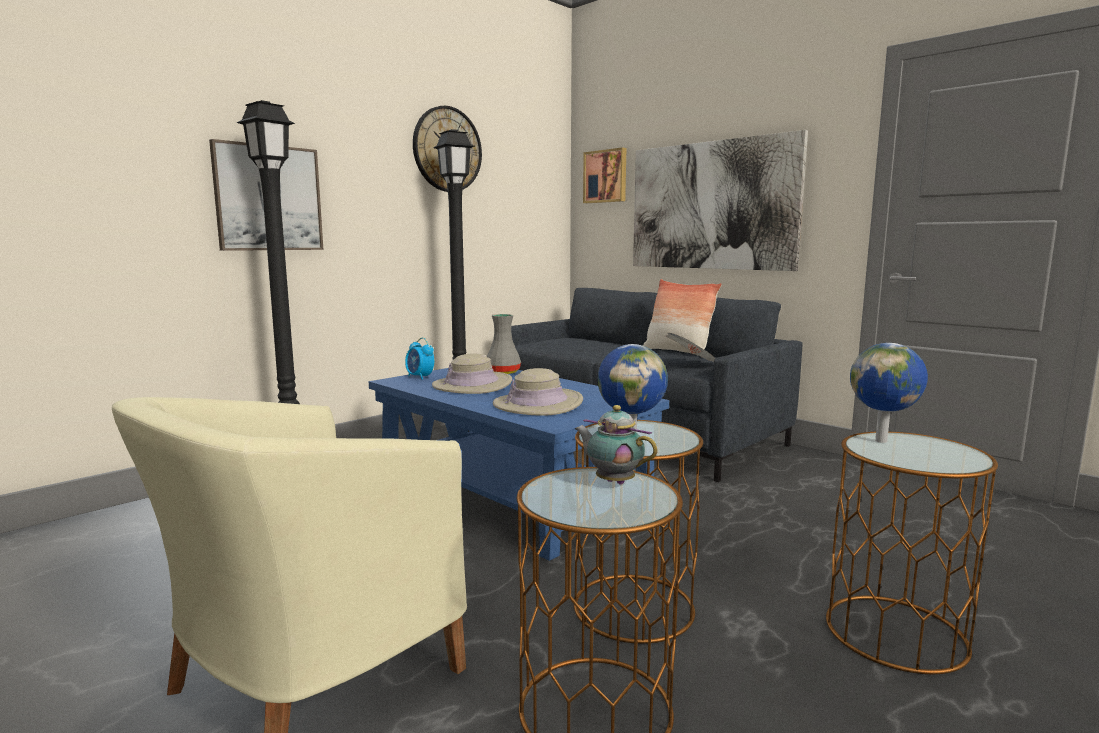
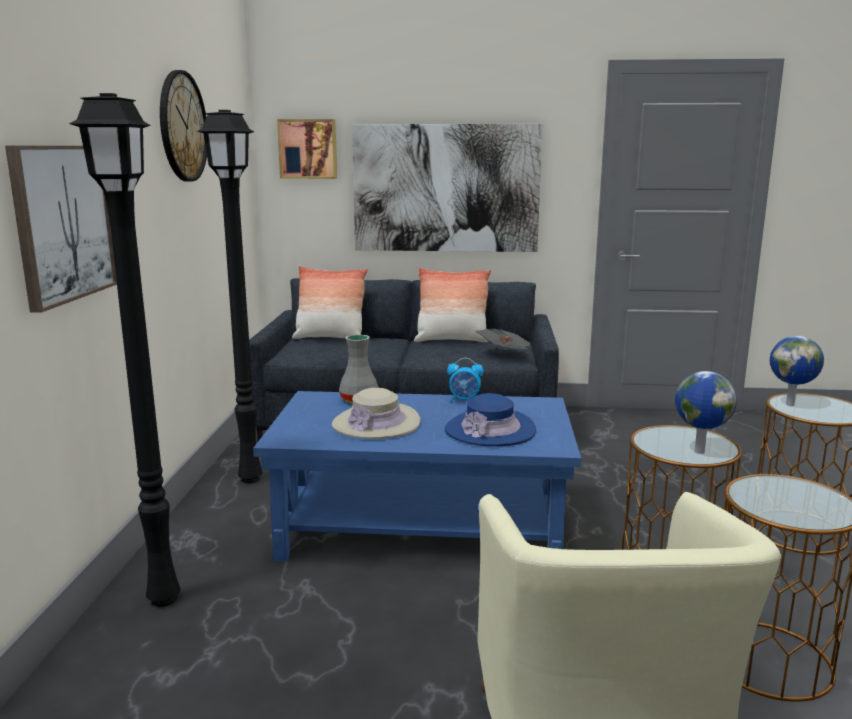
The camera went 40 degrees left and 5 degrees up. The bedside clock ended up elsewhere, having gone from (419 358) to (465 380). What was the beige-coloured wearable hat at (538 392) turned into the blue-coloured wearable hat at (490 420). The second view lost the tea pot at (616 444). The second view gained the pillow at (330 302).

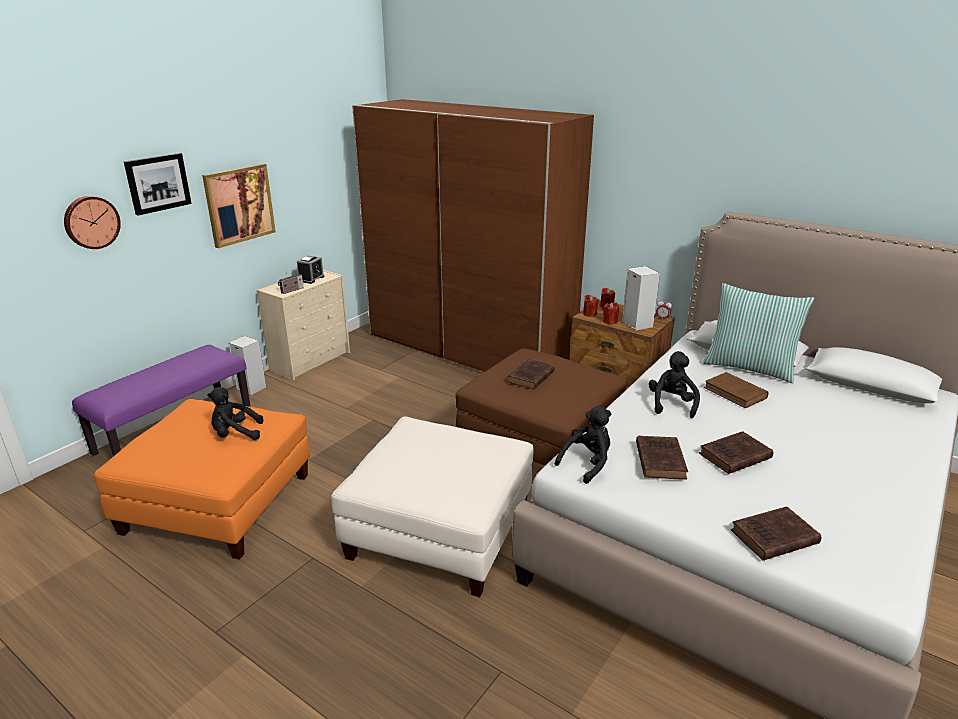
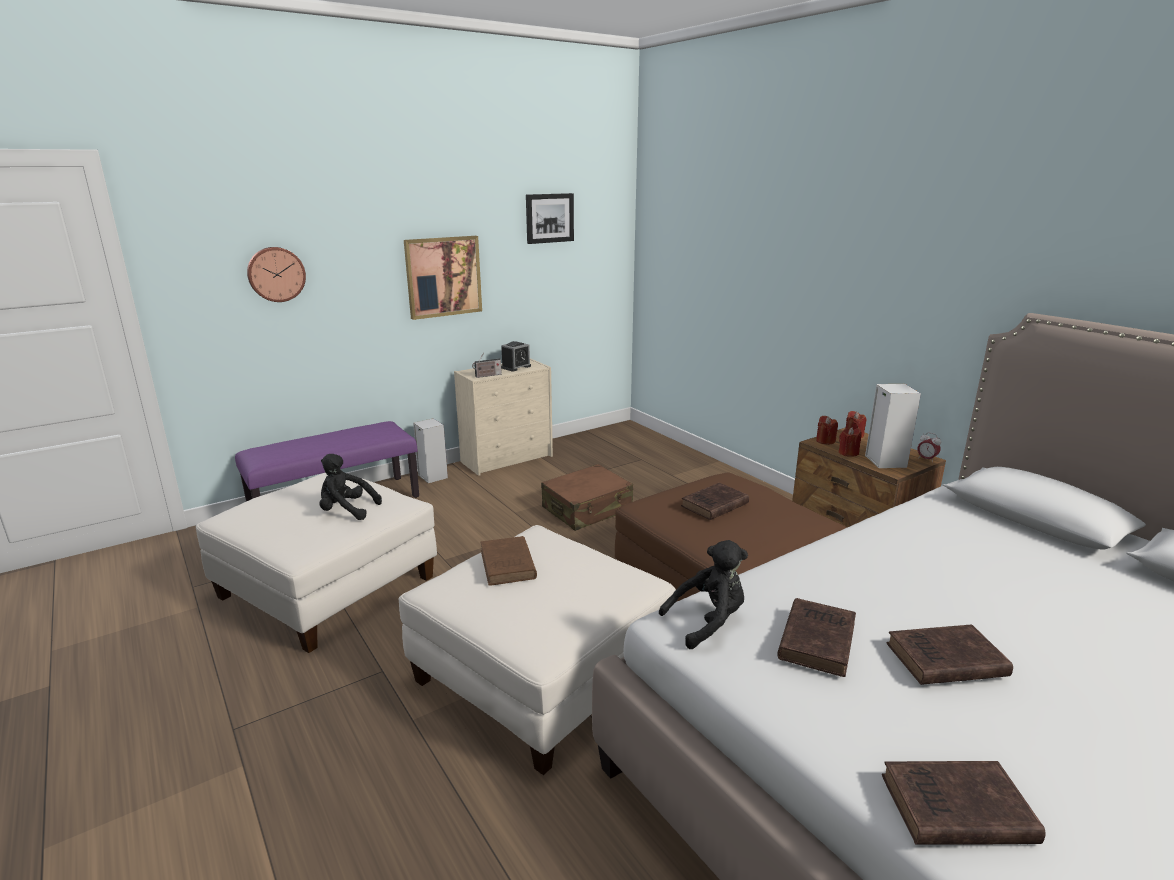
The camera went 20 degrees right and 5 degrees down. The second view lost the brown-coloured armoire at (473 235). The wall picture ended up elsewhere, having gone from (158 184) to (550 218). The second view lost the pillow at (759 333). The second view lost the black soft toy at (674 384). The brown-coloured bound book ended up elsewhere, having gone from (736 390) to (508 561). What was the orangey ottoman at (202 479) turned into the white-coloured ottoman at (316 563). The second view gained the brown-coloured suitcase at (587 497).

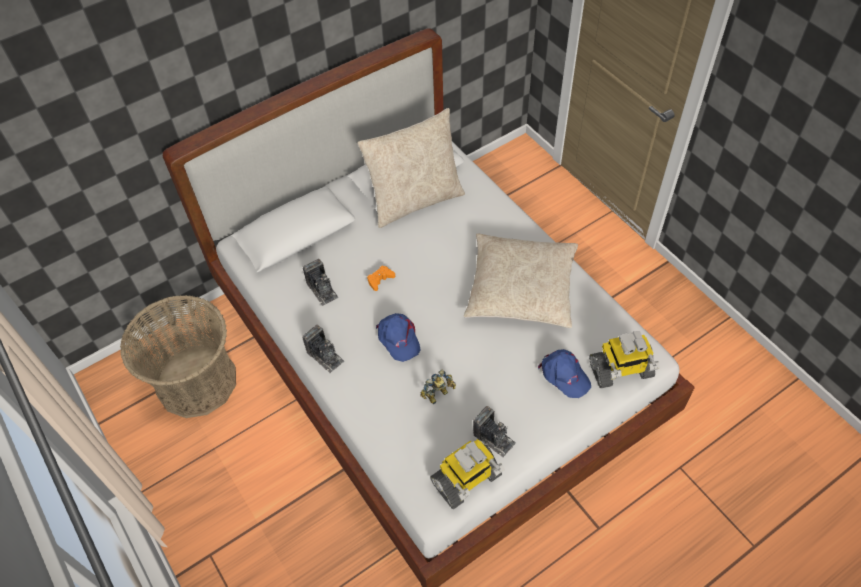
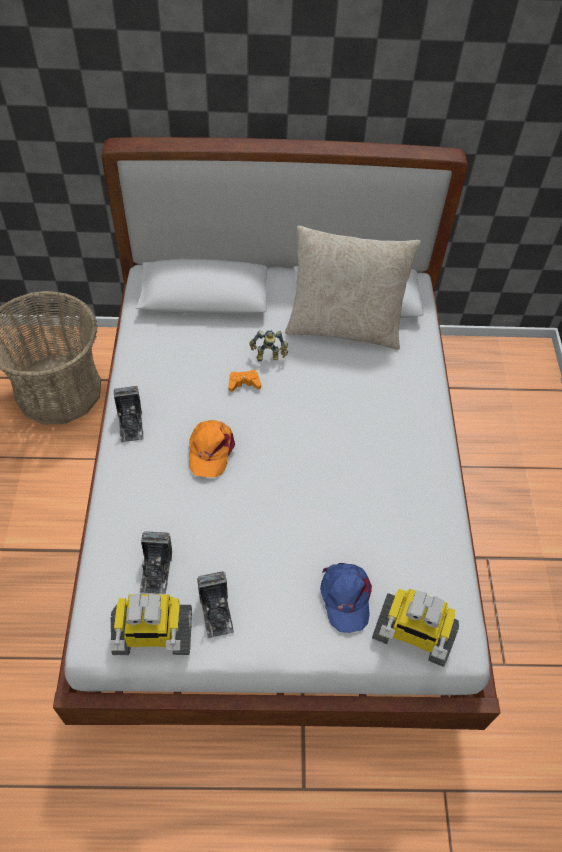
The camera went 30 degrees right and 0 degrees up. The second view lost the beige-coloured pillow at (521 280). The still camera ended up elsewhere, having gone from (320 282) to (156 562). What was the blue-coloured peaked cap at (398 337) turned into the orangey peaked cap at (212 448). The toy robot ended up elsewhere, having gone from (438 386) to (269 346).

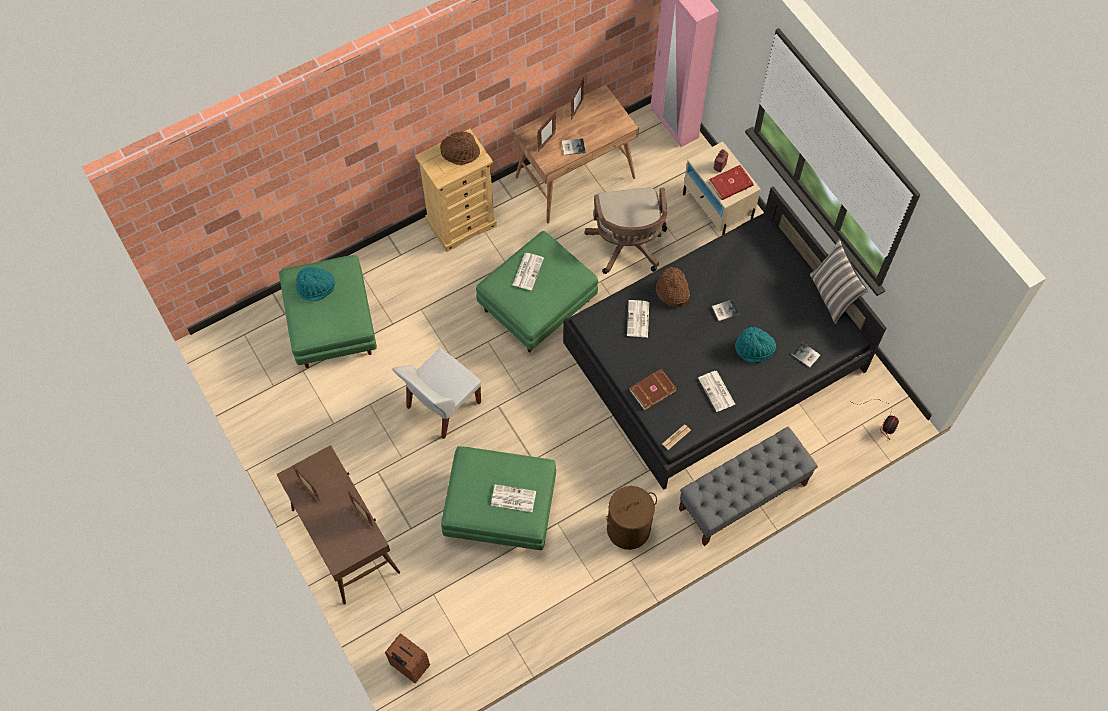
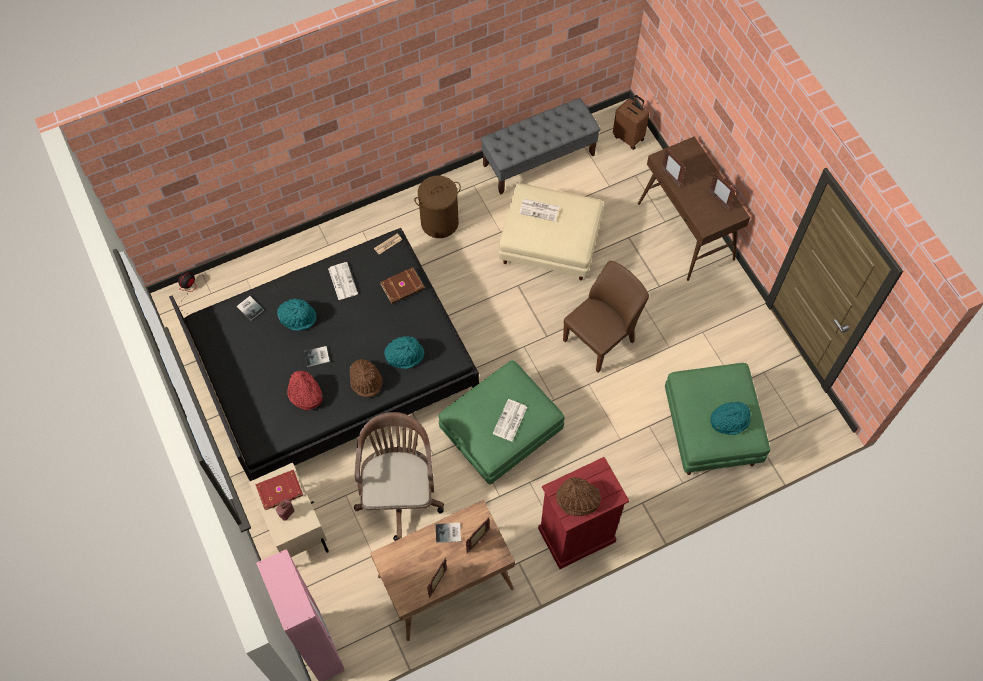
The camera went 175 degrees left and 0 degrees up. What was the beige-coloured chest of drawers at (456 190) turned into the reddish chest of drawers at (583 513). The second view lost the pillow at (839 281). Where the printed paper stood at (638 318), the blue-green wearable hat came to stand at (404 352). What was the white-coloured chair at (436 393) turned into the brown-coloured chair at (606 317). The gray bench ended up elsewhere, having gone from (748 486) to (540 146). What was the green ottoman at (498 498) turned into the beige-coloured ottoman at (551 231). The second view gained the reddish wearable hat at (305 390).

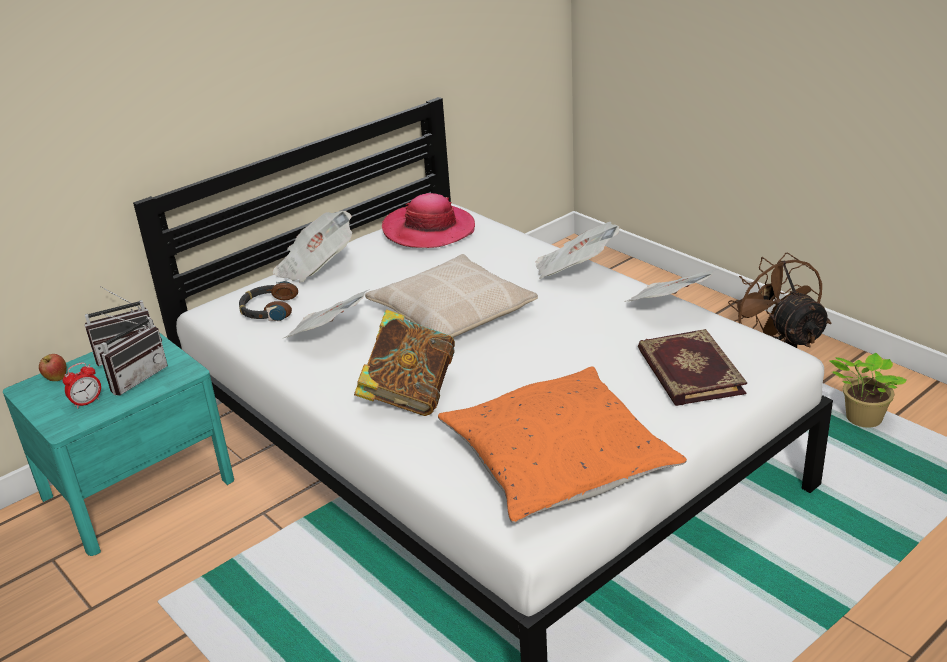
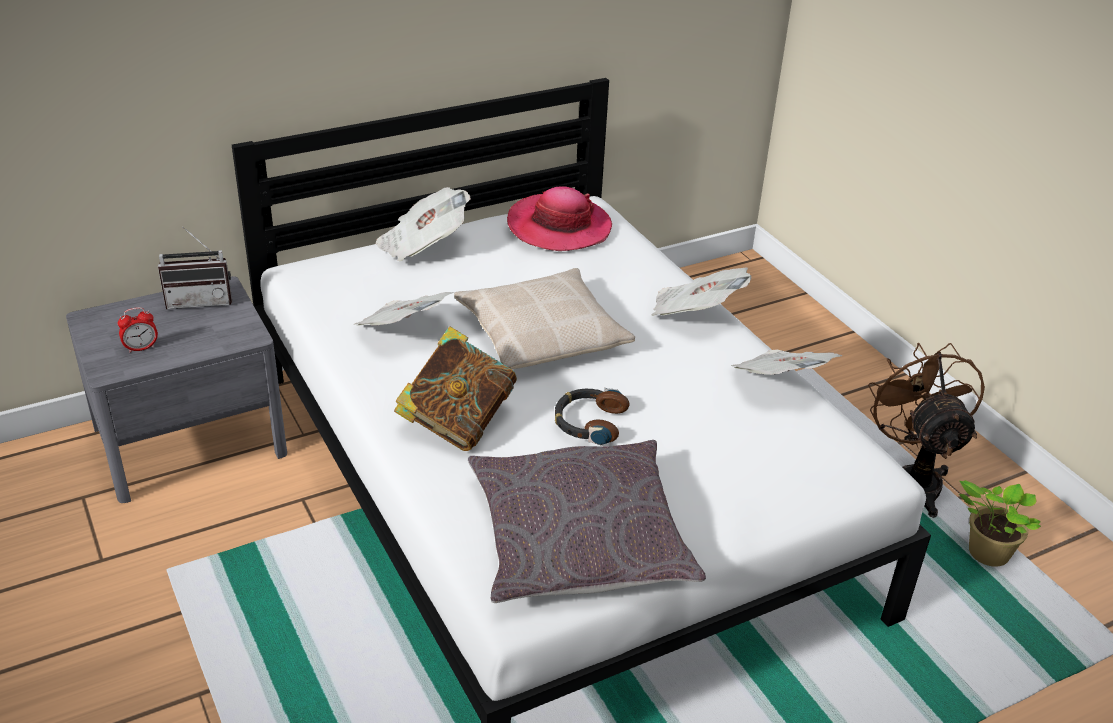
The camera went 10 degrees right and 5 degrees up. The headset ended up elsewhere, having gone from (268 301) to (592 416). The second view lost the radio at (133 354). The second view lost the bound book at (692 367). What was the blue-green nightstand at (118 444) turned into the gray nightstand at (176 389). The second view lost the apple fruit at (53 367). What was the orangey pillow at (562 444) turned into the gray pillow at (587 521).

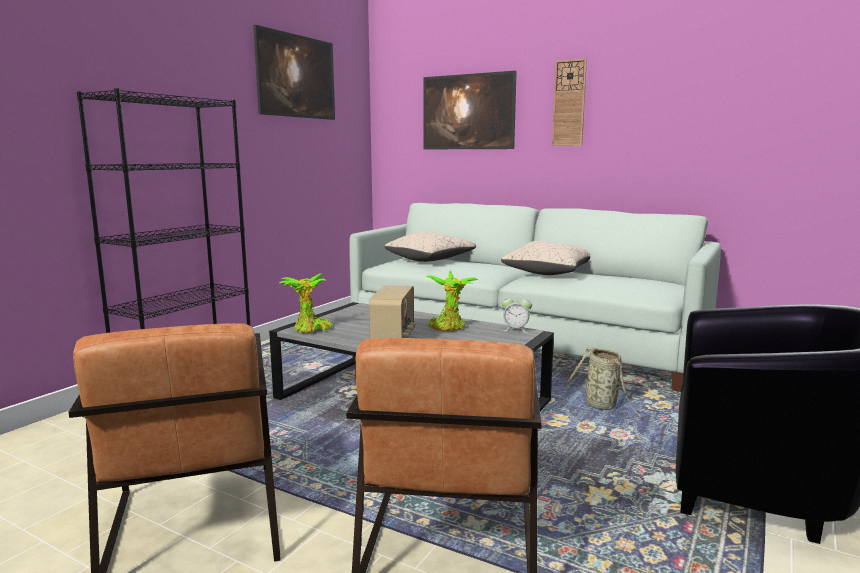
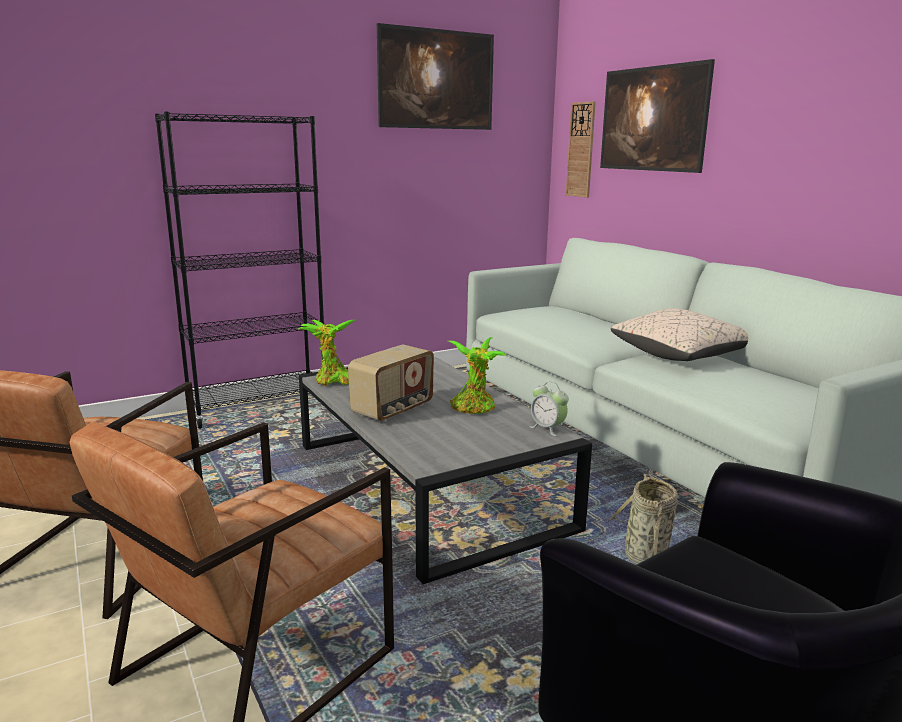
The camera went 30 degrees right and 5 degrees up. The wall clock ended up elsewhere, having gone from (569 102) to (581 149). The second view lost the beige-coloured pillow at (430 246).

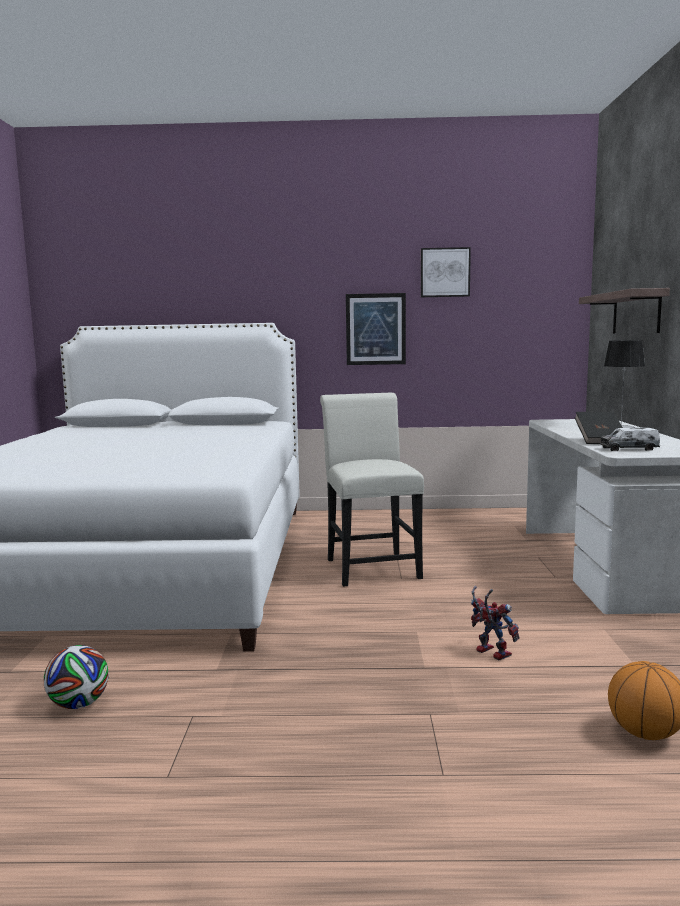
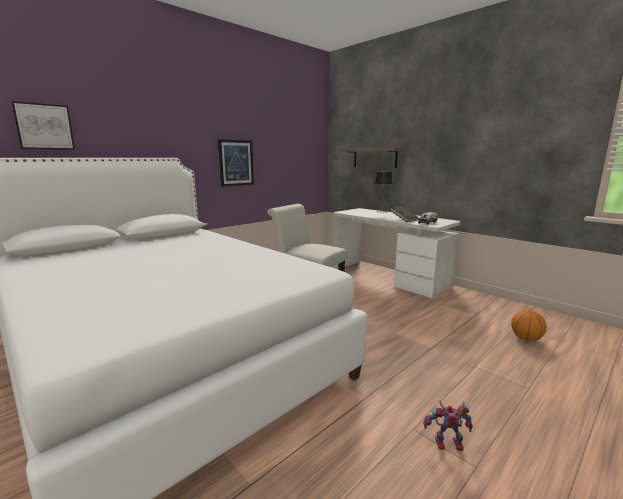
The camera went 45 degrees left and 5 degrees up. The wall picture ended up elsewhere, having gone from (446 272) to (43 125). The toy robot ended up elsewhere, having gone from (495 623) to (448 425). The second view lost the football ball at (76 677).

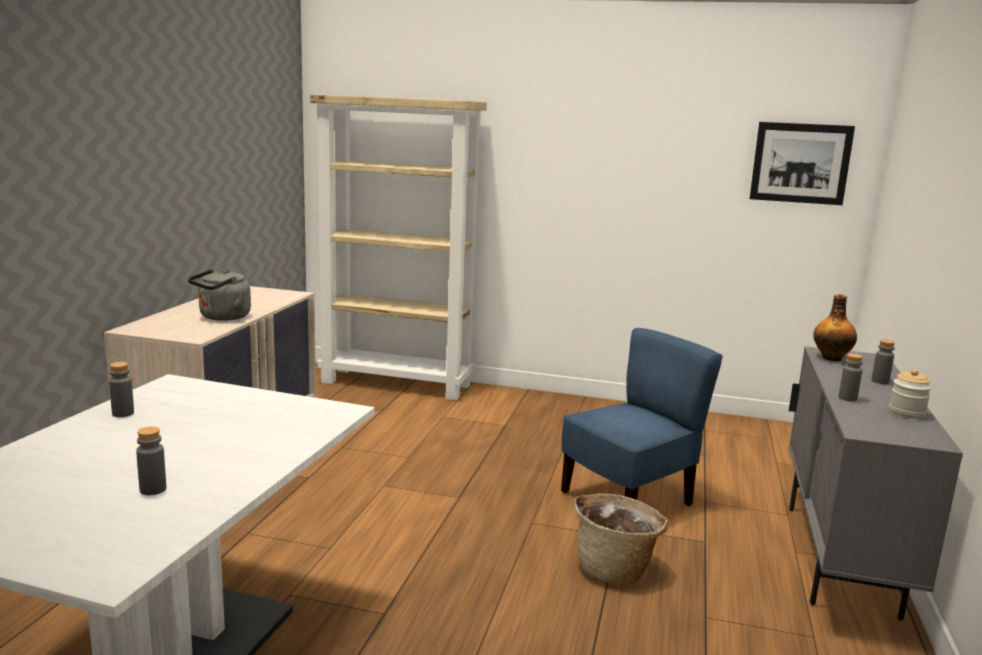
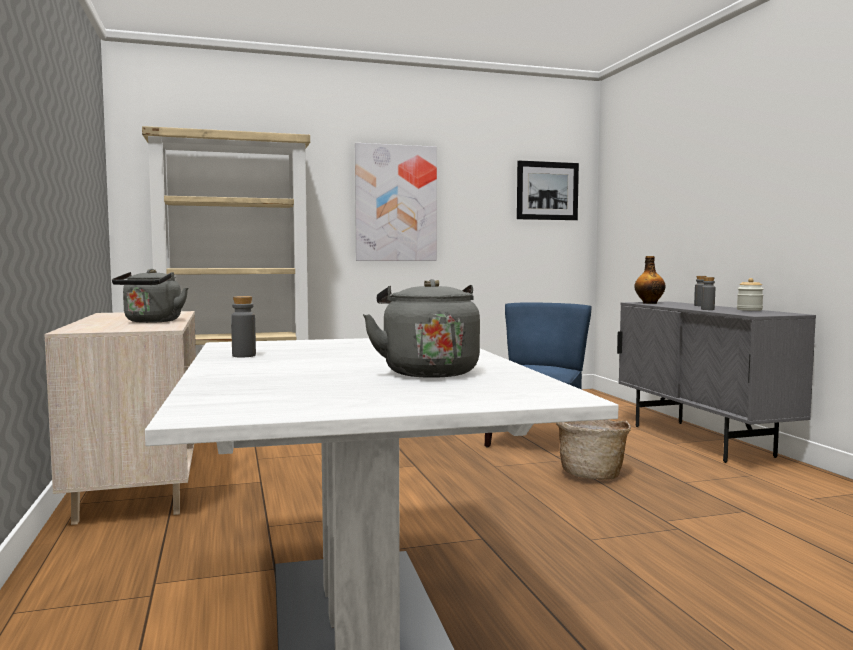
The camera went 30 degrees left and 10 degrees down. Where the gray beverage bottle stood at (151 461), the gray tea kettle came to stand at (421 328). The second view gained the wall picture at (396 202).

